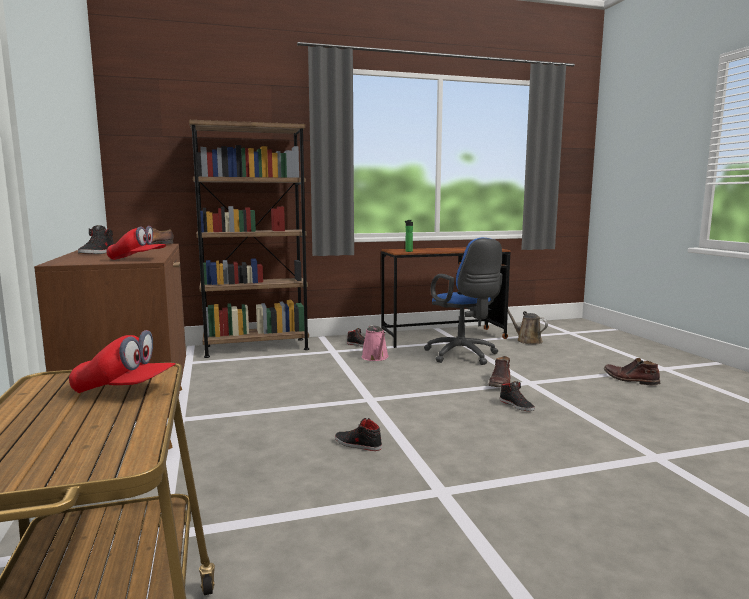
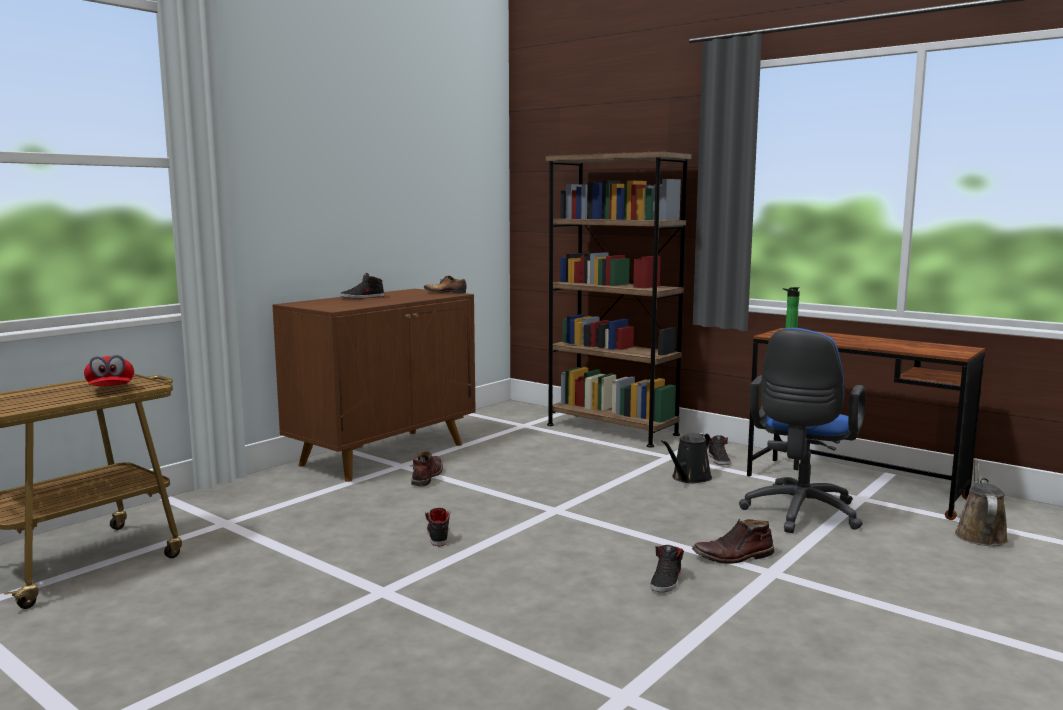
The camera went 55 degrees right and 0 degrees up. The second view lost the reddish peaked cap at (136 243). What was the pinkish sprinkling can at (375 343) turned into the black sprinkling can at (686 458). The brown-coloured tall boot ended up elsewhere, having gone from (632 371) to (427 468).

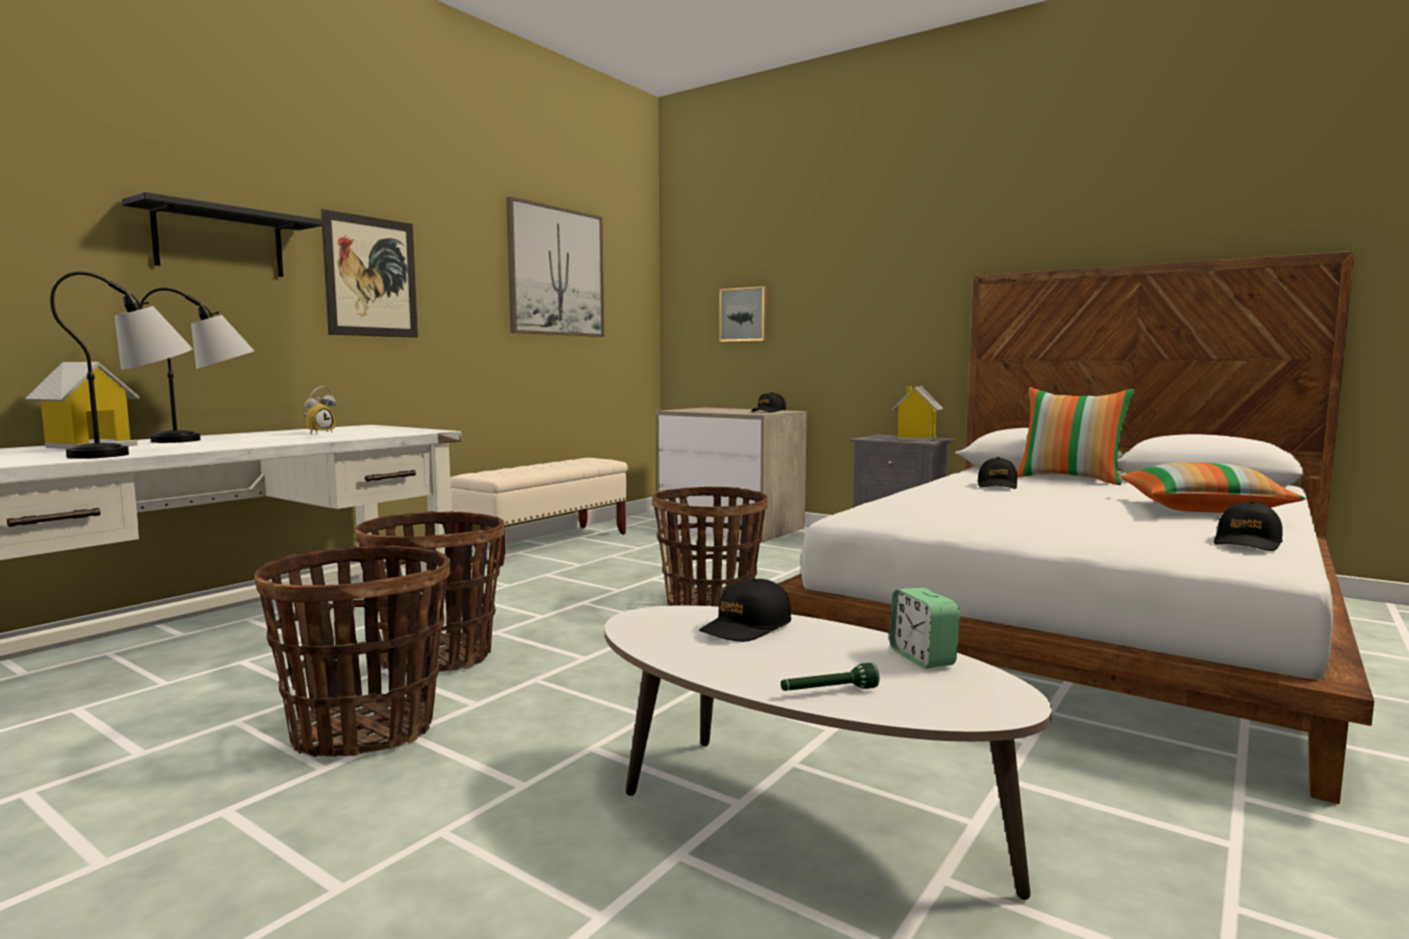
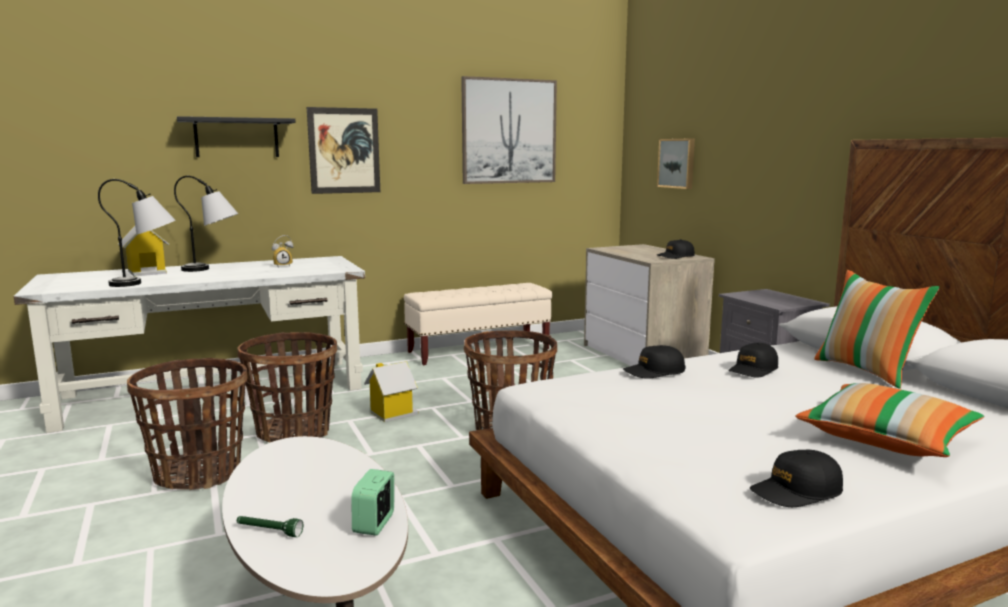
The camera went 30 degrees right and 5 degrees up. The miniature house ended up elsewhere, having gone from (917 413) to (391 391). The black peaked cap ended up elsewhere, having gone from (745 610) to (654 362).

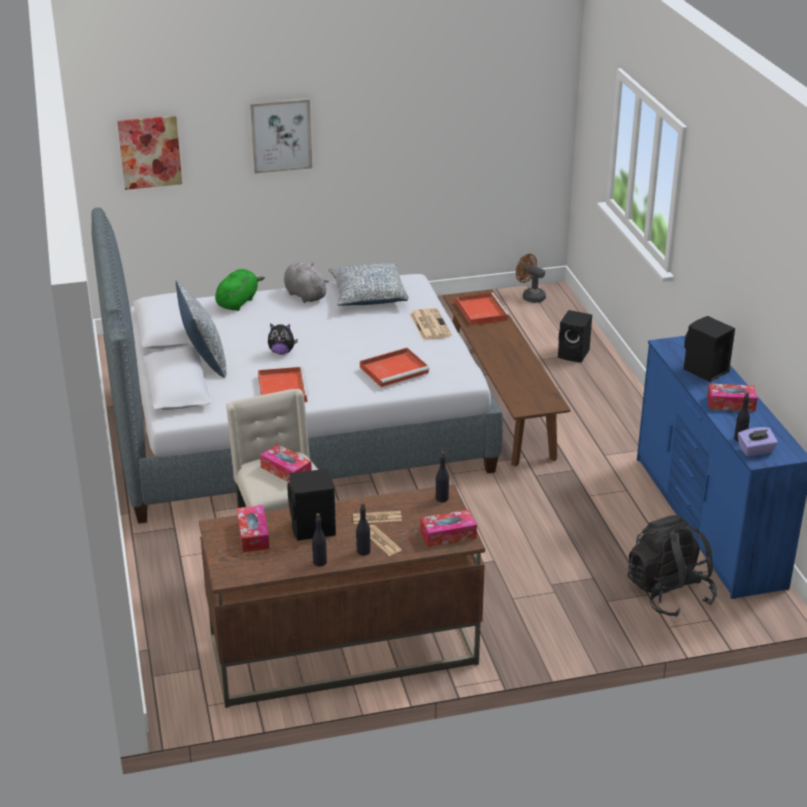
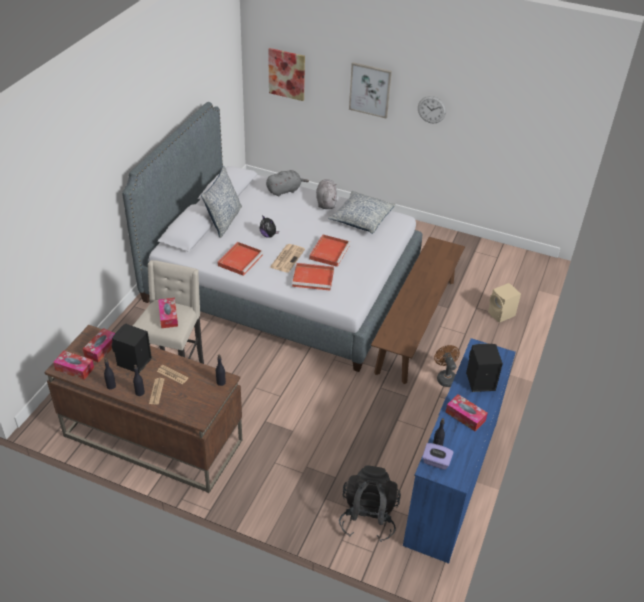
The camera went 35 degrees right and 10 degrees up. The brown-coloured cooling fan ended up elsewhere, having gone from (531 278) to (447 366). What was the green soft toy at (240 290) turned into the gray soft toy at (287 183). The reddish carrying tray ended up elsewhere, having gone from (483 309) to (330 251). The printed paper ended up elsewhere, having gone from (431 324) to (287 258). What was the black loudspeaker at (575 336) turned into the beige-coloured loudspeaker at (504 303). The box of tissues ended up elsewhere, having gone from (448 528) to (73 365). The second view gained the wall clock at (432 109).

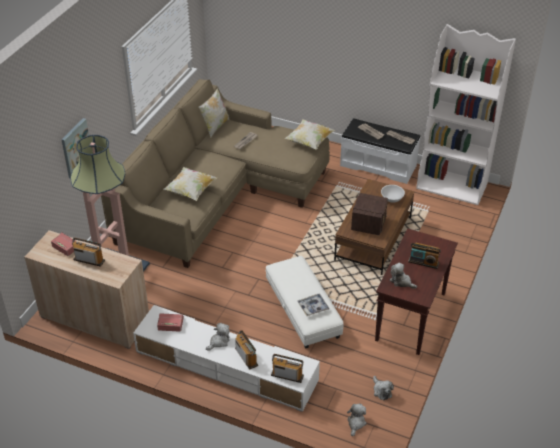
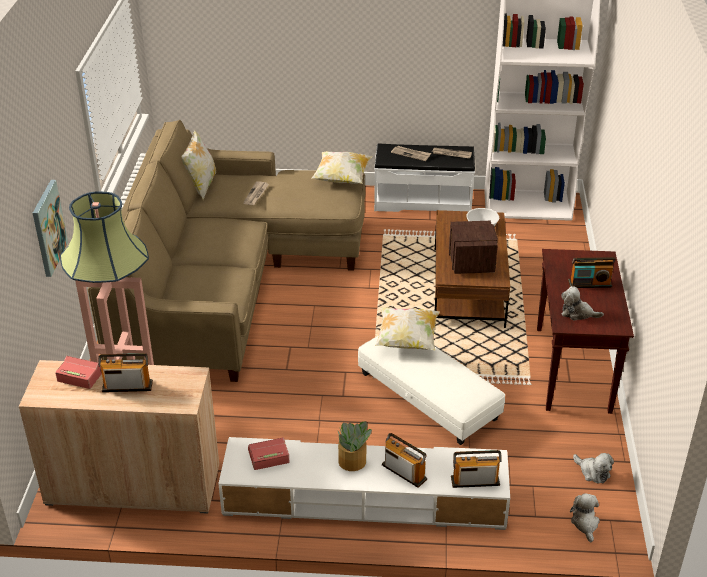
The camera went 20 degrees left and 5 degrees down. The pillow ended up elsewhere, having gone from (190 184) to (407 329). The second view lost the carrying tray at (313 304). Where the soft toy stood at (218 337), the houseplant came to stand at (354 446).

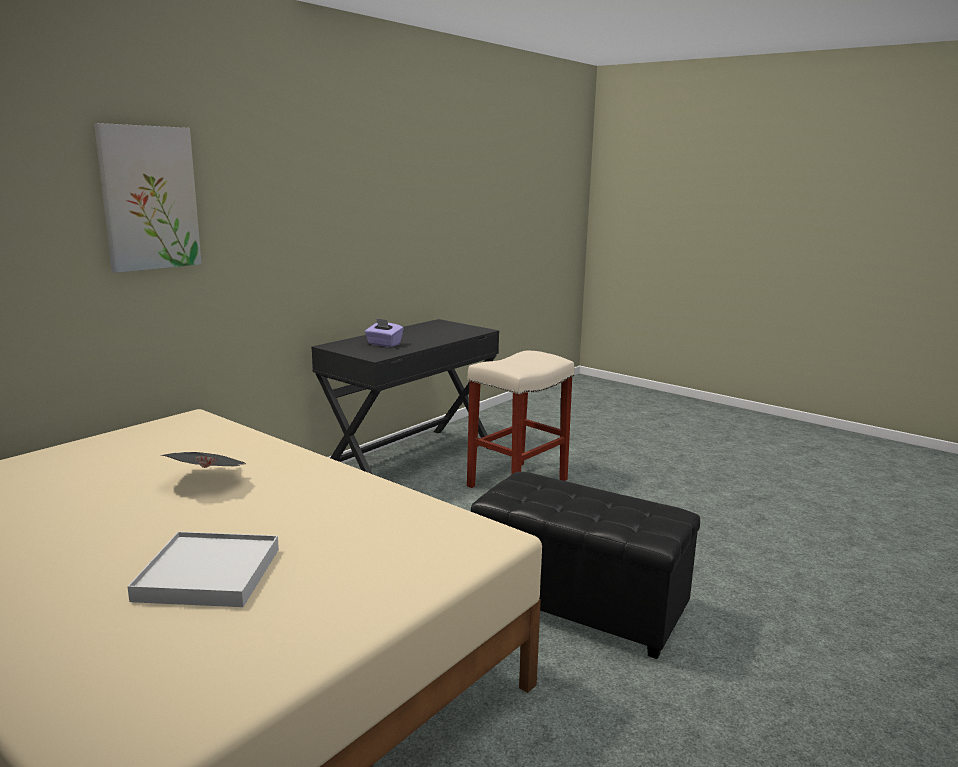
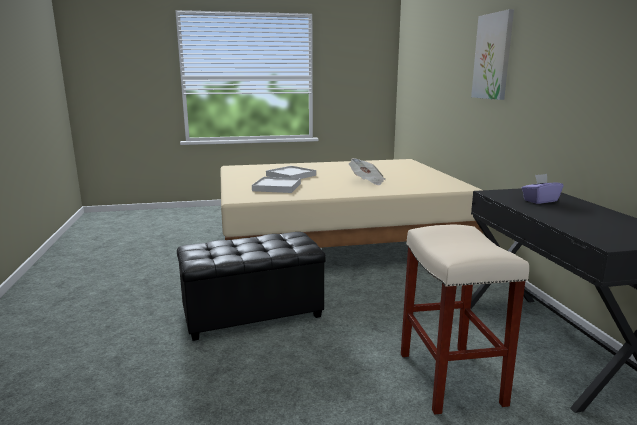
The camera went 130 degrees right and 0 degrees up. The second view gained the white-coloured carrying tray at (276 185).

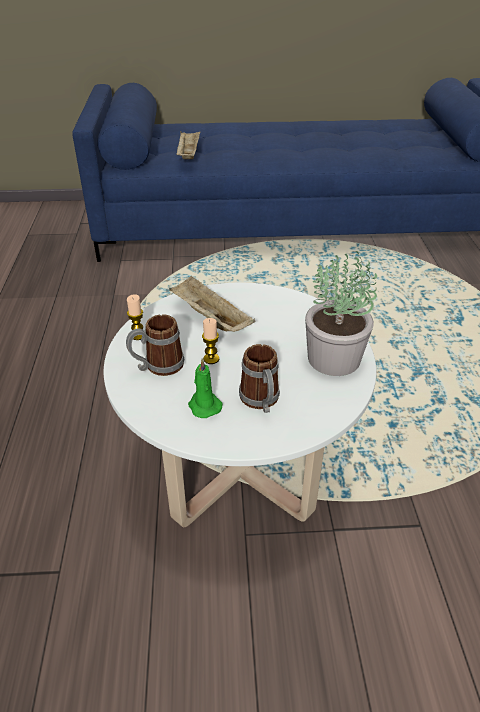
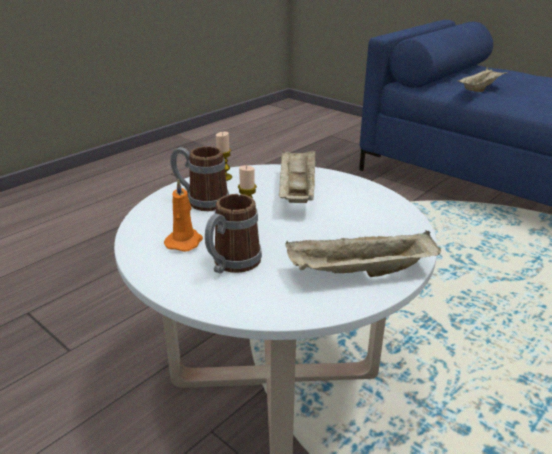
The camera went 45 degrees right and 10 degrees down. Where the houseplant stood at (341 313), the beige-coloured carrying tray came to stand at (363 254). What was the green candle at (205 388) turned into the orangey candle at (183 215).

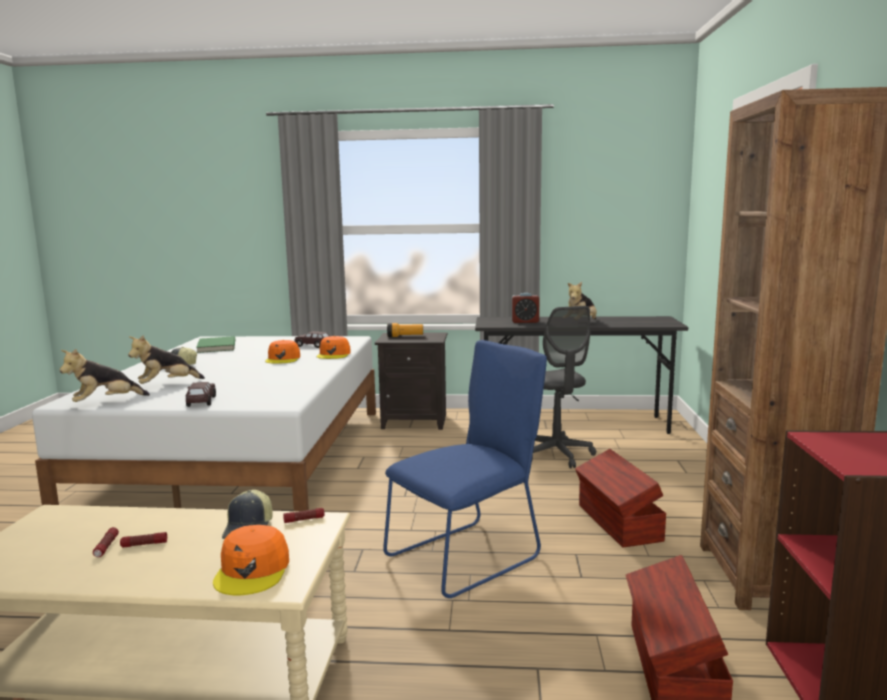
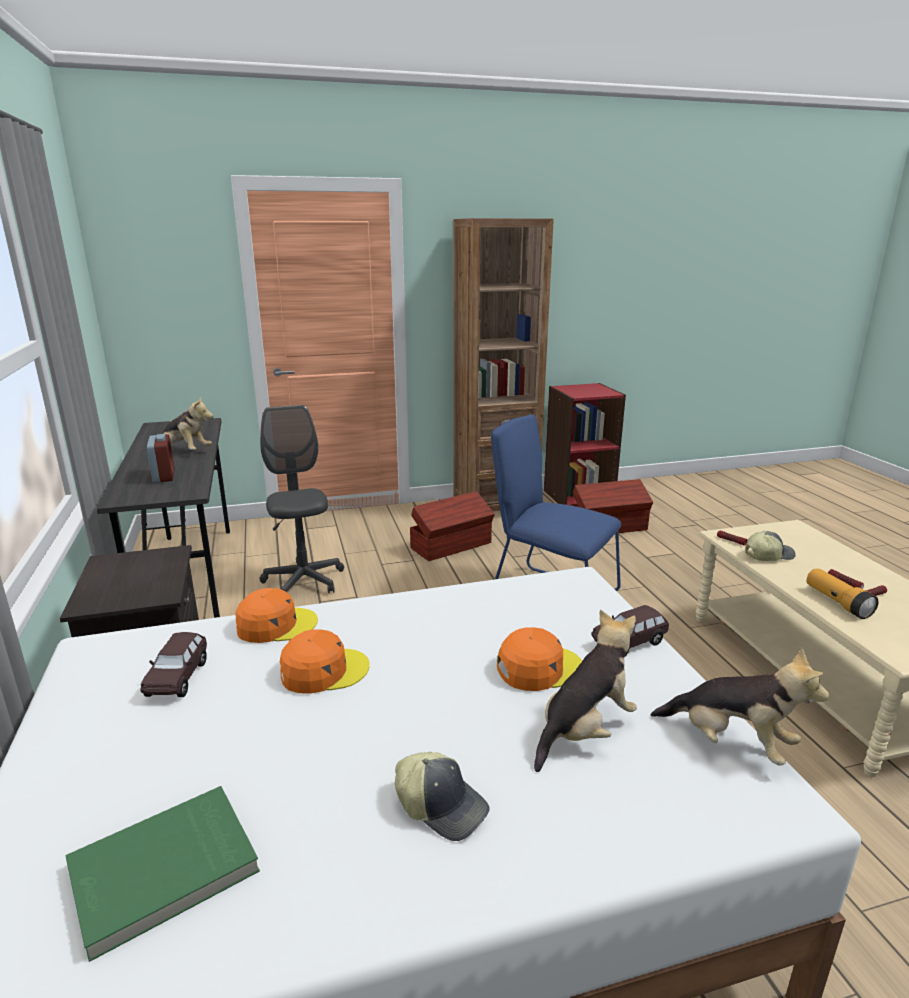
The camera went 110 degrees left and 10 degrees up. The gray computer chair at (564 387) ended up facing another way, 75 degrees counterclockwise from before. The torch ended up elsewhere, having gone from (405 330) to (842 593). The soft toy at (166 359) ended up facing another way, 75 degrees counterclockwise from before. The orangey peaked cap ended up elsewhere, having gone from (251 560) to (539 659).

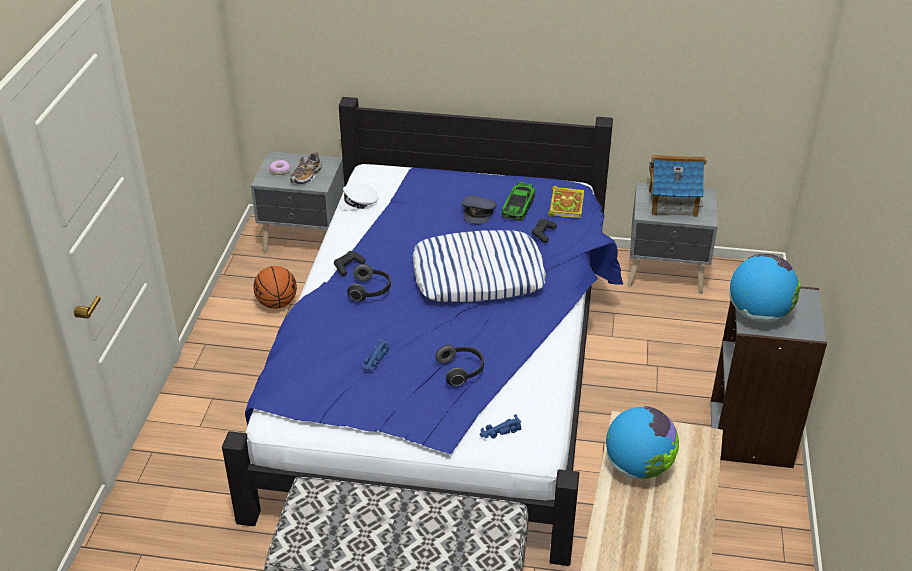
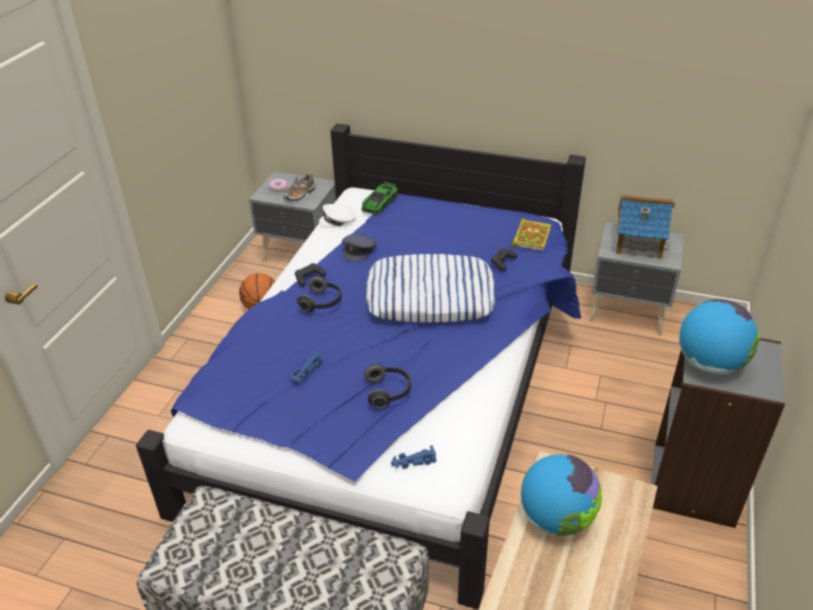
The camera went 10 degrees right and 0 degrees up. The model car ended up elsewhere, having gone from (518 201) to (379 198). The gray peaked cap ended up elsewhere, having gone from (479 210) to (359 248).

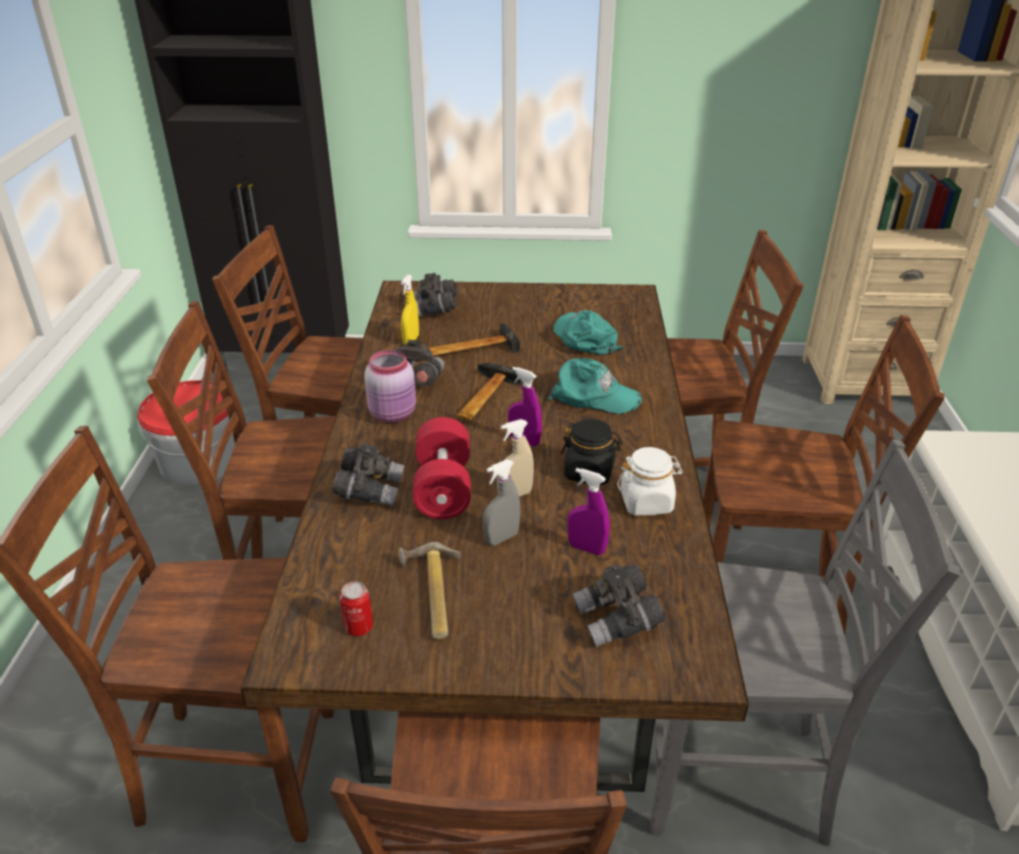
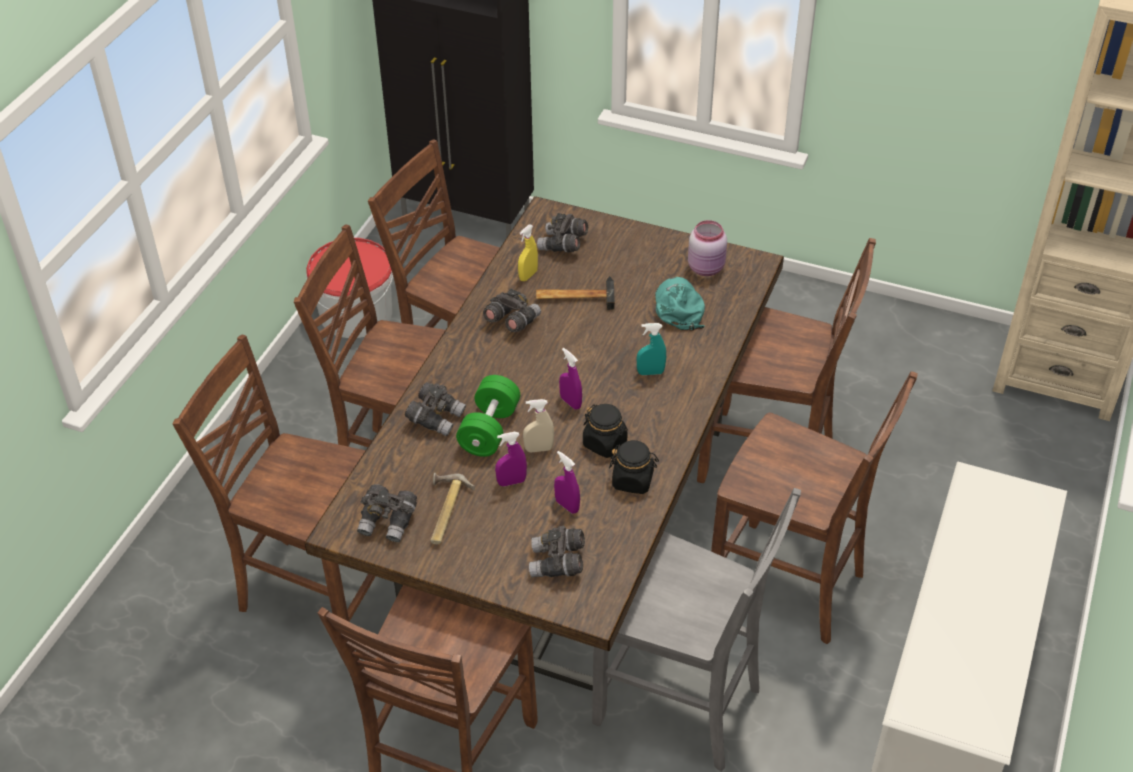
The camera went 20 degrees right and 10 degrees up. The pinkish jar ended up elsewhere, having gone from (390 386) to (707 248). Where the blue-green peaked cap stood at (595 386), the blue-green hand sprayer came to stand at (651 349). The second view lost the tool hammer at (488 392). What was the reddish free weight at (442 468) turned into the green free weight at (488 416). What was the white-coloured jar at (650 481) turned into the black jar at (634 467). What was the gray hand sprayer at (501 502) turned into the purplish hand sprayer at (511 459). Where the sealed can stood at (356 609), the gray field glasses came to stand at (387 513).

